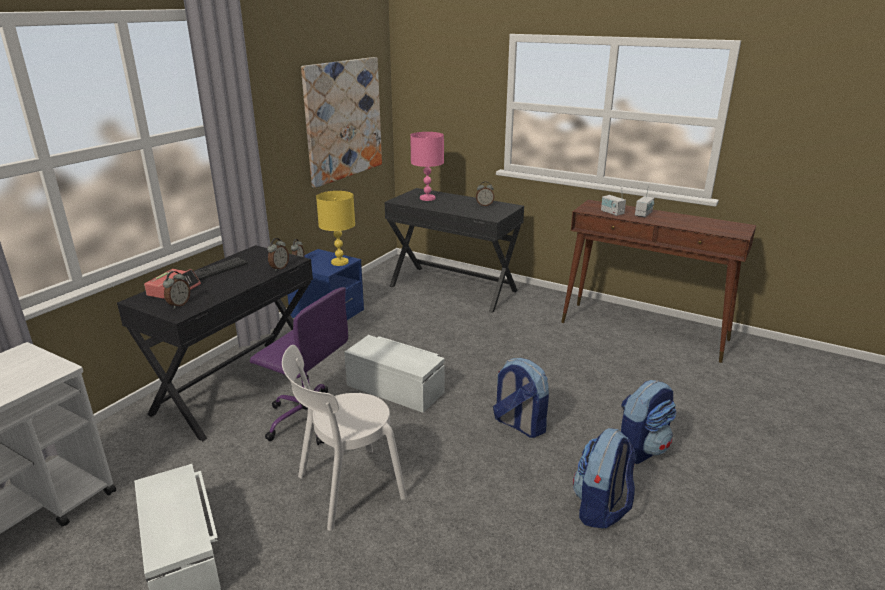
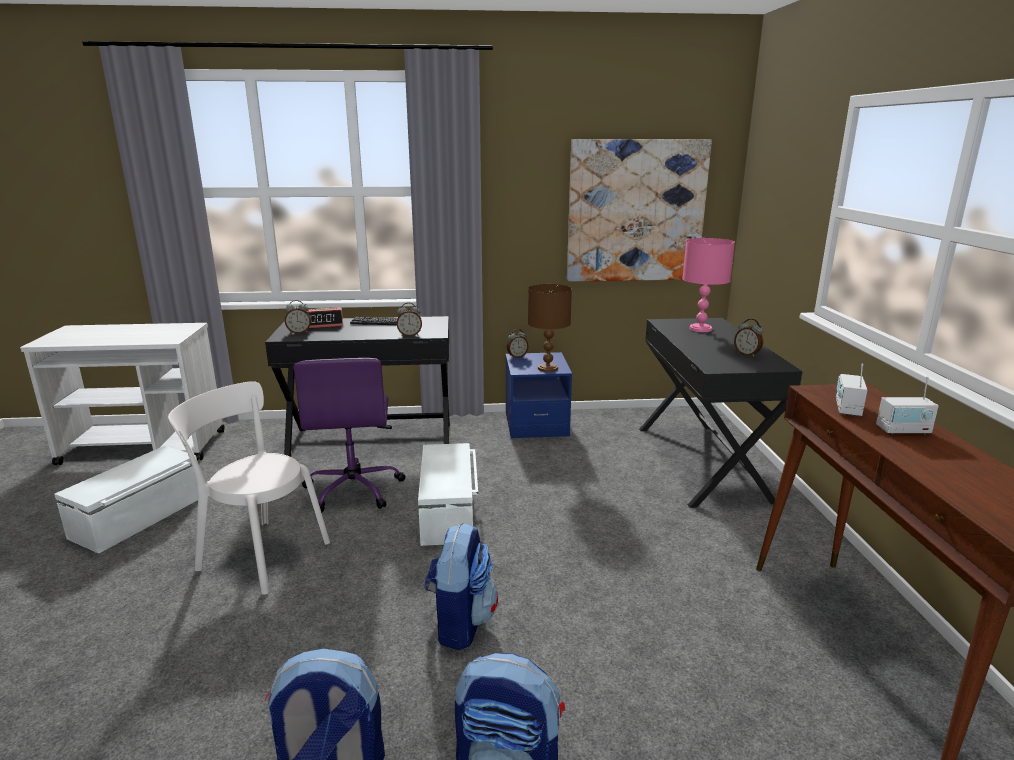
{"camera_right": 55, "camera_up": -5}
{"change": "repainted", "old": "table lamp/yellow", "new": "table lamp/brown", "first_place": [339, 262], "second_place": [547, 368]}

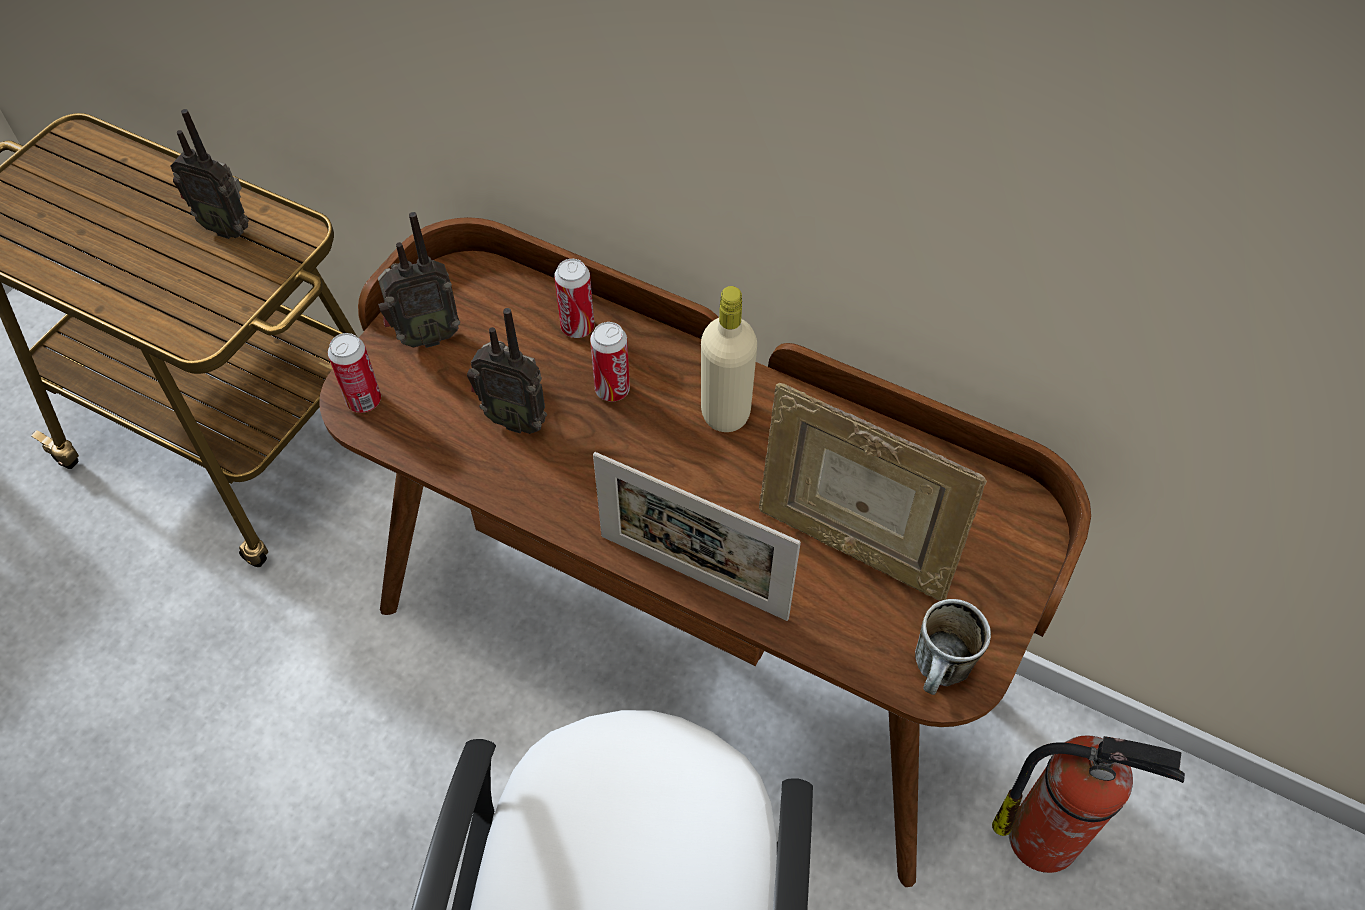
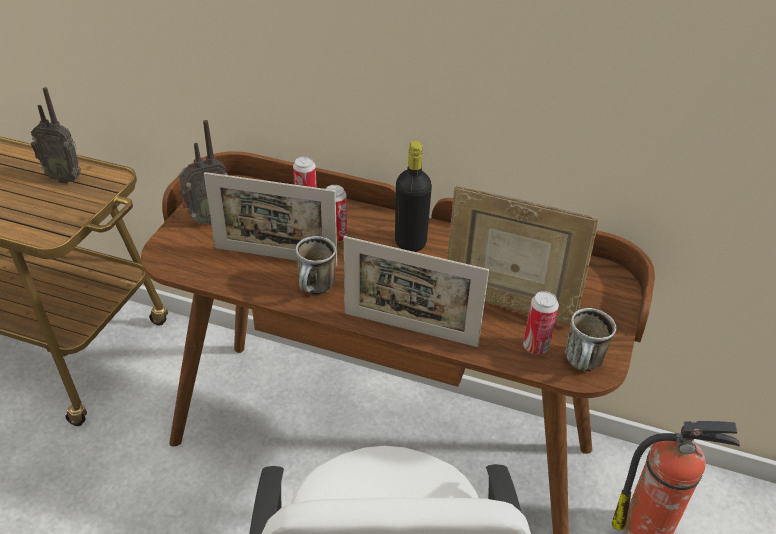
{"camera_right": -10, "camera_up": -15}
{"change": "swapped", "old": "radio", "new": "picture frame", "first_place": [516, 418], "second_place": [275, 256]}
{"change": "new", "new": "mug", "second_place": [316, 290]}
{"change": "repainted", "old": "bottle/beige", "new": "bottle/black", "first_place": [725, 413], "second_place": [410, 243]}
{"change": "shifted", "old": "can", "first_place": [364, 401], "second_place": [535, 347]}

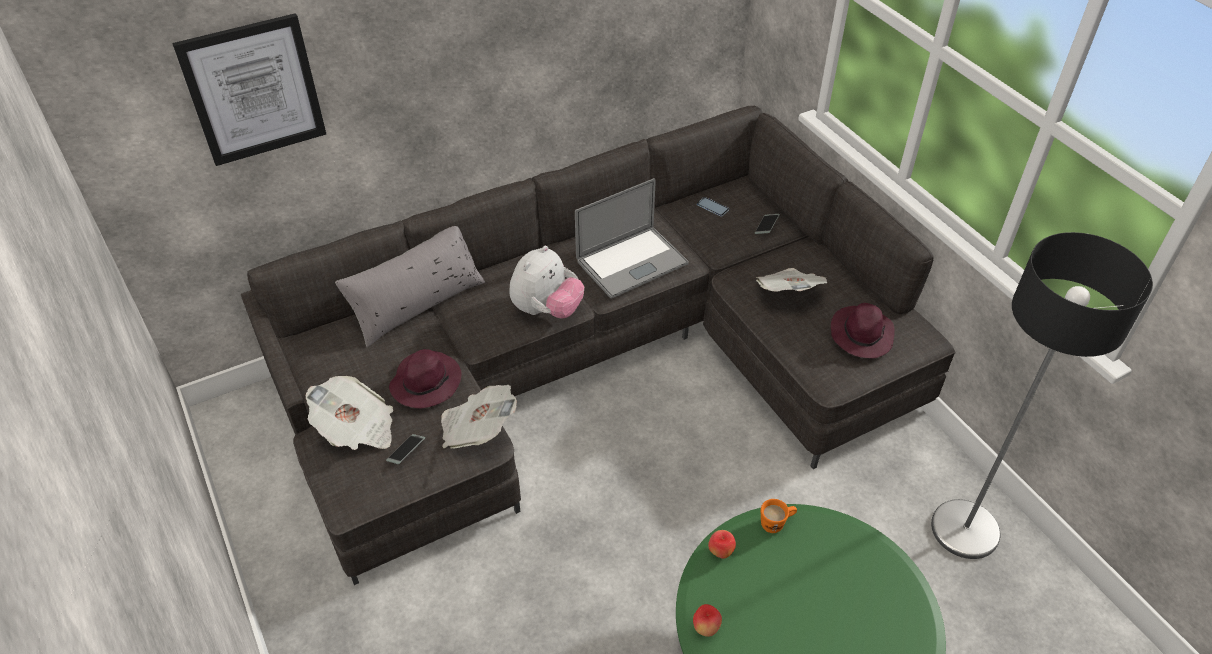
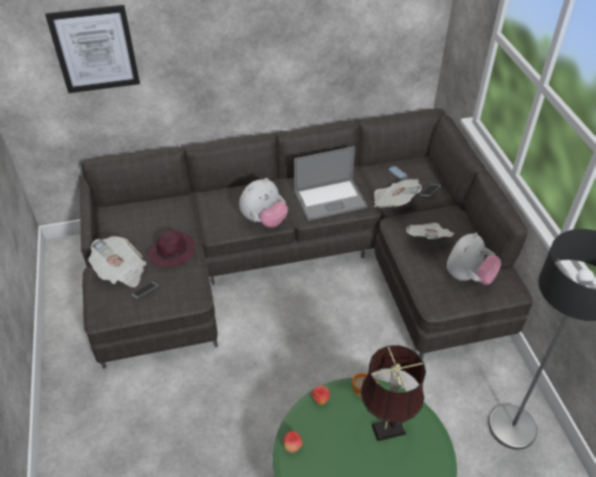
{"camera_right": 15, "camera_up": 0}
{"change": "new", "new": "table lamp/brown", "second_place": [385, 430]}
{"change": "shifted", "old": "newspaper", "first_place": [477, 430], "second_place": [394, 202]}
{"change": "swapped", "old": "hat/purple", "new": "plush toy", "first_place": [861, 334], "second_place": [468, 277]}
{"change": "gone", "old": "pillow/grey", "first_place": [417, 304]}

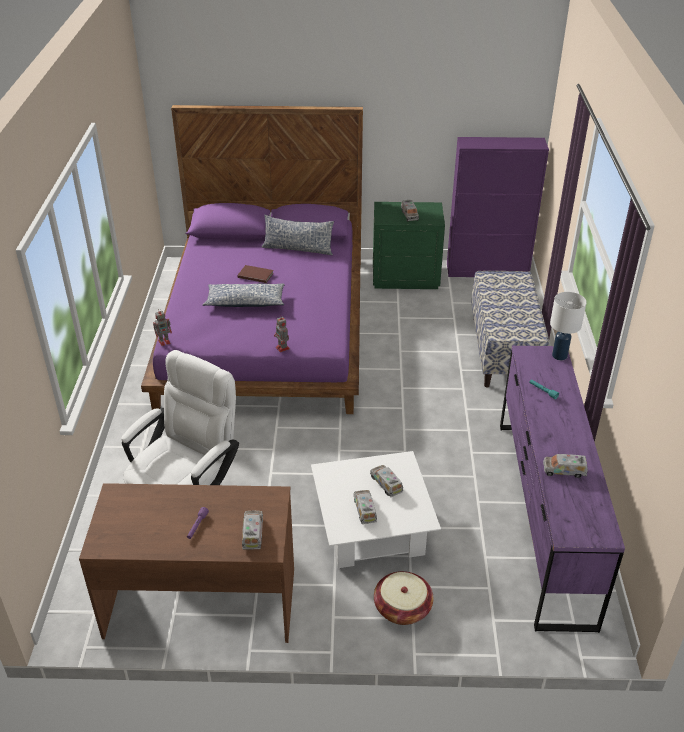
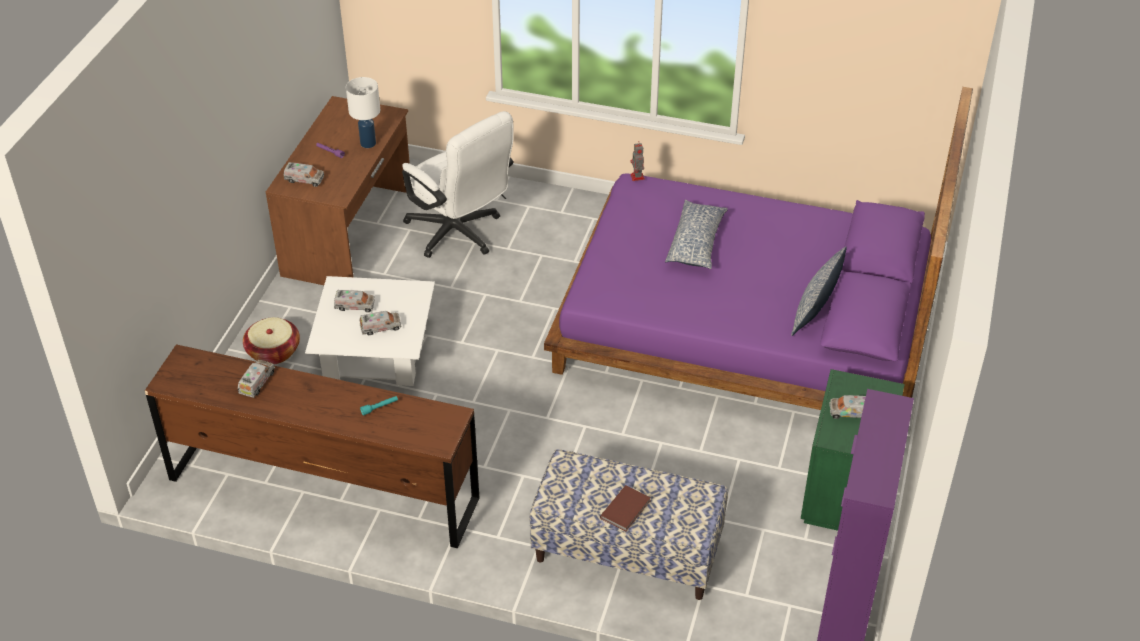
{"camera_right": 105, "camera_up": 5}
{"change": "repainted", "old": "dresser/purple", "new": "dresser/brown", "first_place": [543, 517], "second_place": [323, 488]}
{"change": "shifted", "old": "table lamp/white", "first_place": [559, 356], "second_place": [368, 143]}
{"change": "shifted", "old": "book/brown", "first_place": [255, 275], "second_place": [626, 509]}
{"change": "gone", "old": "toy robot", "first_place": [283, 348]}

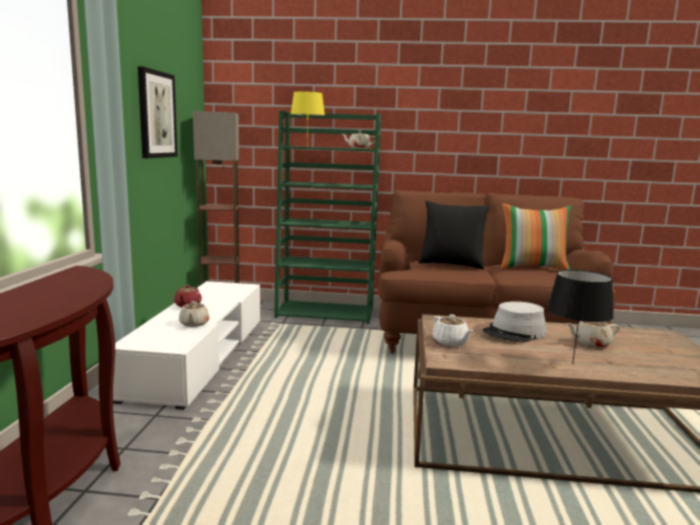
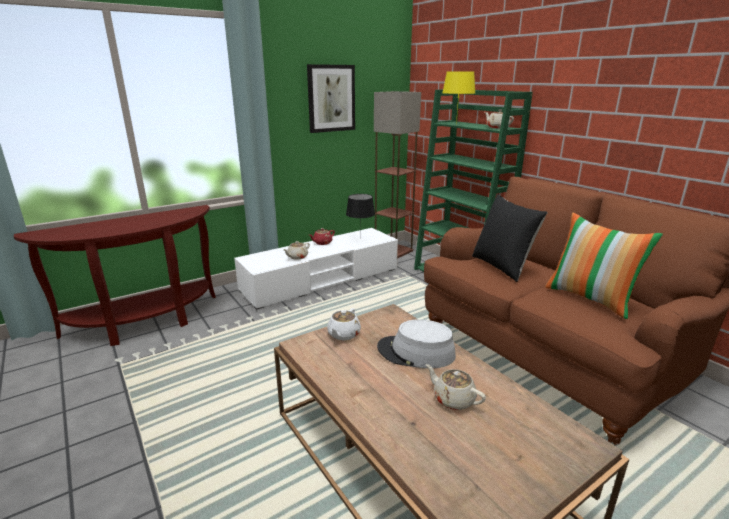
{"camera_right": 50, "camera_up": 10}
{"change": "shifted", "old": "table lamp/black", "first_place": [572, 364], "second_place": [361, 238]}

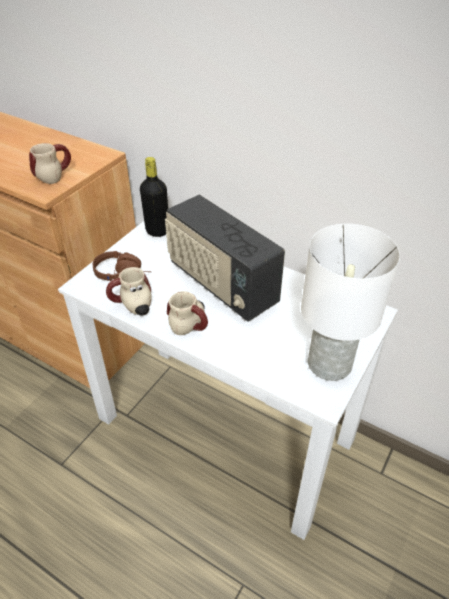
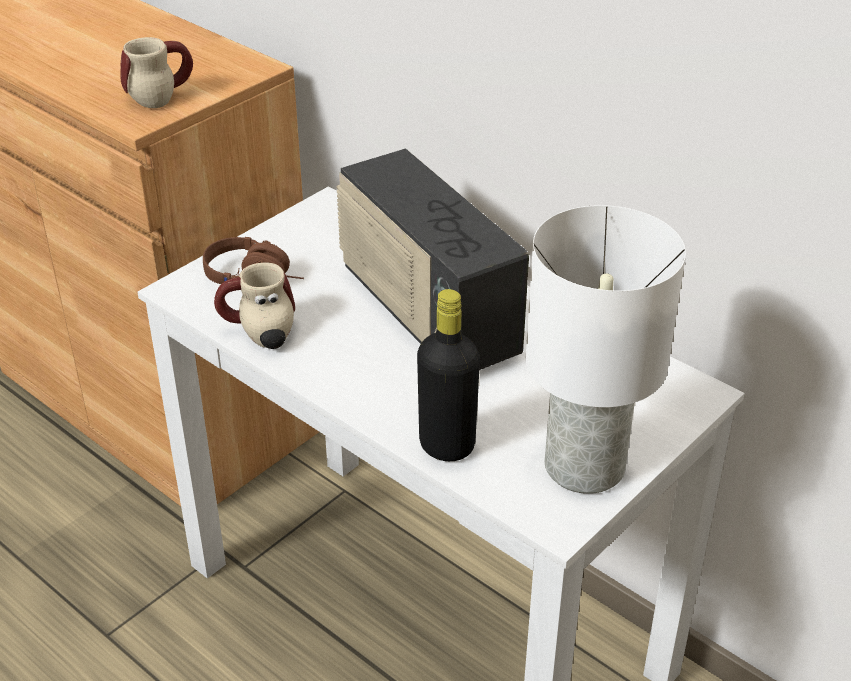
{"camera_right": 10, "camera_up": -5}
{"change": "shifted", "old": "bottle/black", "first_place": [157, 231], "second_place": [447, 445]}
{"change": "gone", "old": "mug", "first_place": [193, 324]}

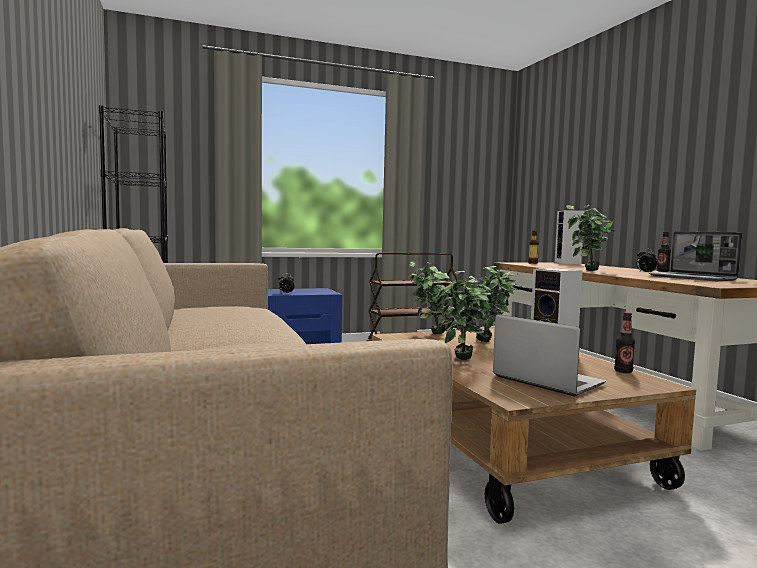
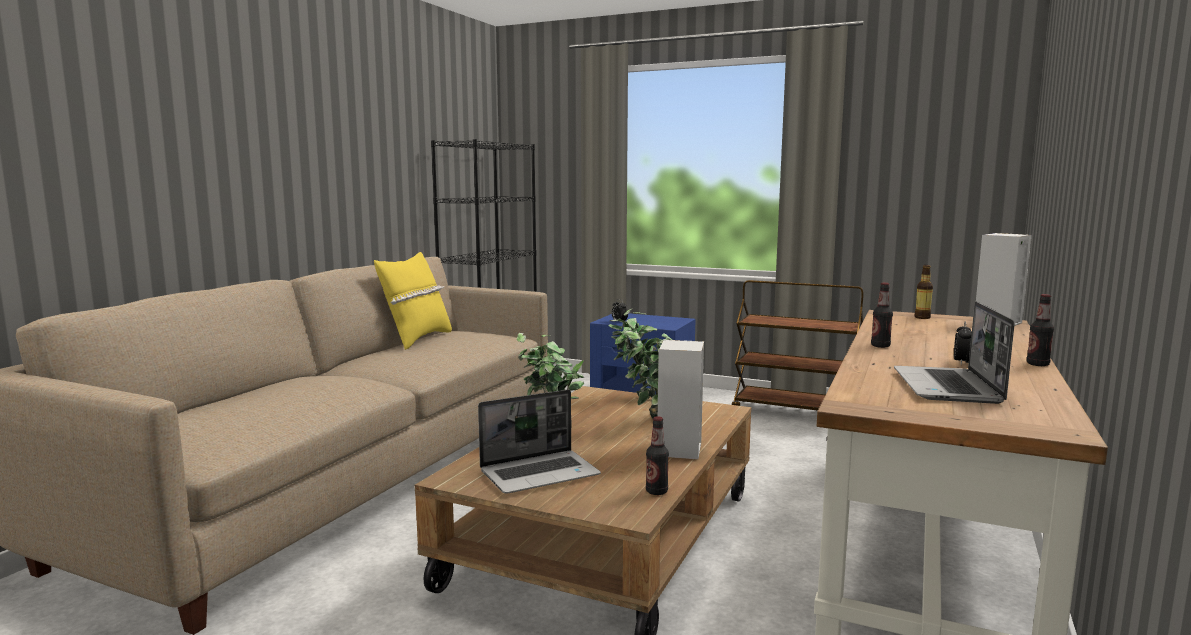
{"camera_right": 45, "camera_up": 5}
{"change": "new", "new": "pillow/yellow", "second_place": [416, 339]}
{"change": "rotated", "old": "laptop", "first_place": [545, 381], "second_place": [540, 473], "degrees": 60}
{"change": "swapped", "old": "potted plant", "new": "bottle", "first_place": [587, 271], "second_place": [880, 346]}

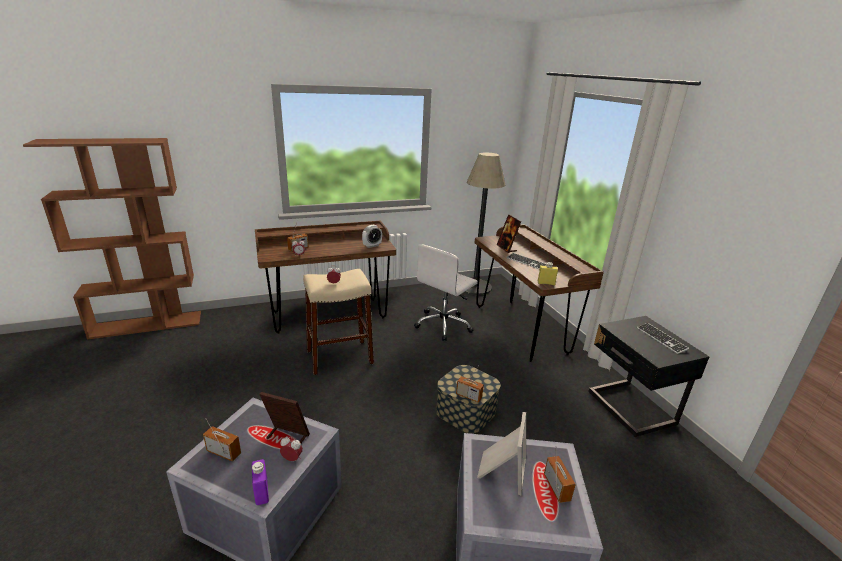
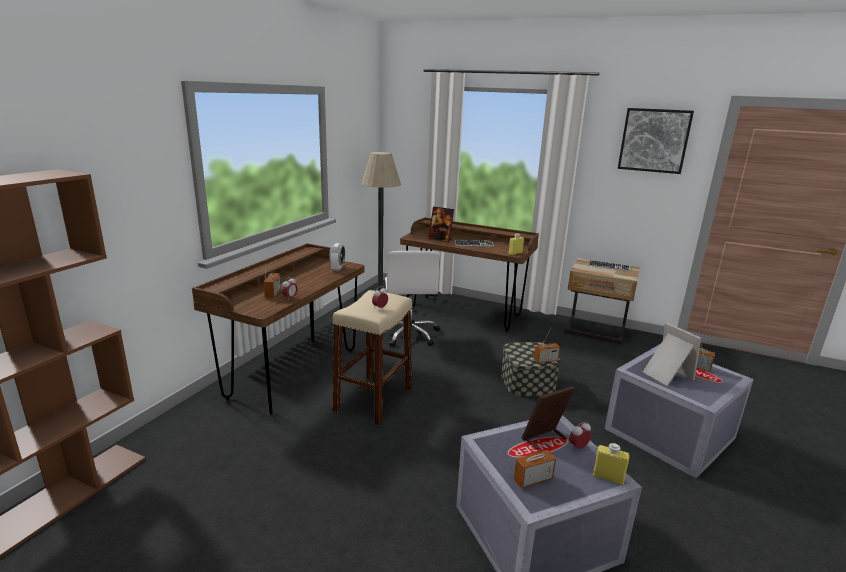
{"camera_right": -45, "camera_up": -5}
{"change": "repainted", "old": "nightstand/black", "new": "nightstand/beige", "first_place": [629, 409], "second_place": [595, 332]}
{"change": "repainted", "old": "bottle/purple", "new": "bottle/yellow", "first_place": [261, 492], "second_place": [608, 477]}
{"change": "new", "new": "picture", "second_place": [654, 140]}

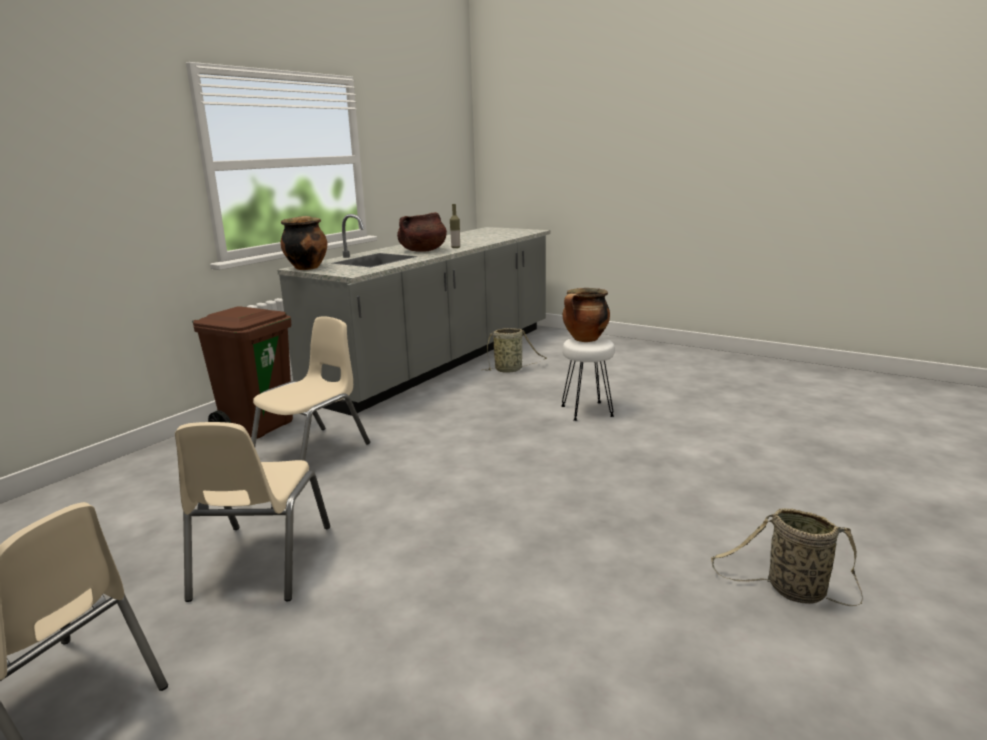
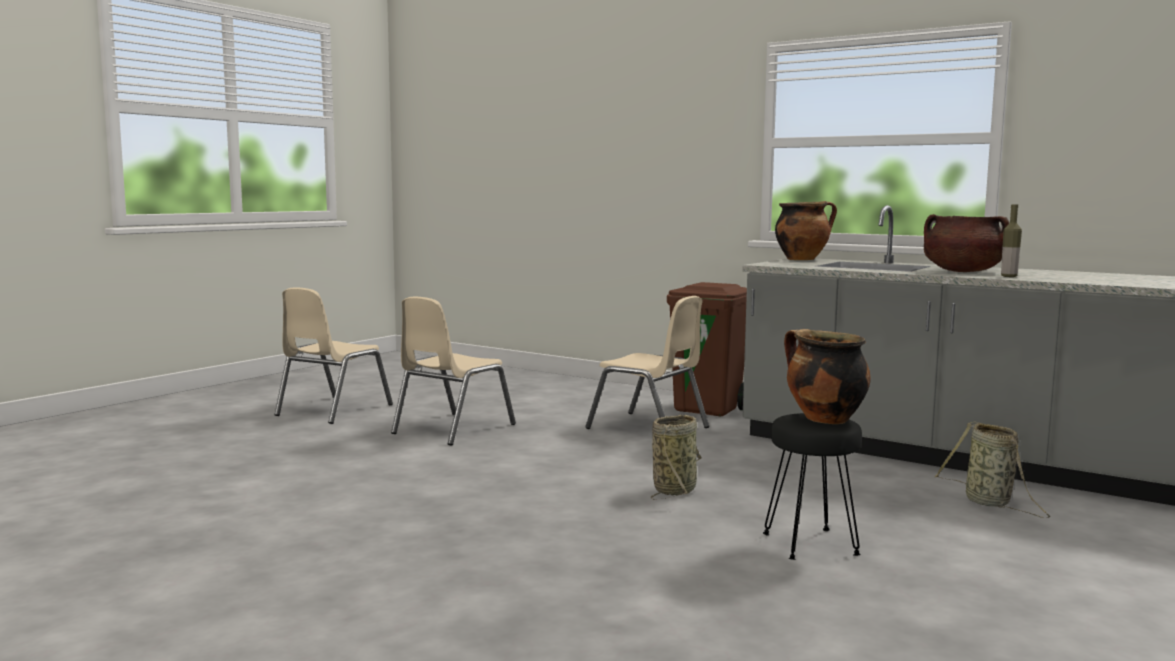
{"camera_right": 90, "camera_up": -10}
{"change": "rotated", "old": "chair/beige", "first_place": [260, 562], "second_place": [452, 429], "degrees": -60}
{"change": "shifted", "old": "basket", "first_place": [791, 591], "second_place": [676, 489]}
{"change": "repainted", "old": "stool/white", "new": "stool/black", "first_place": [587, 411], "second_place": [811, 544]}

